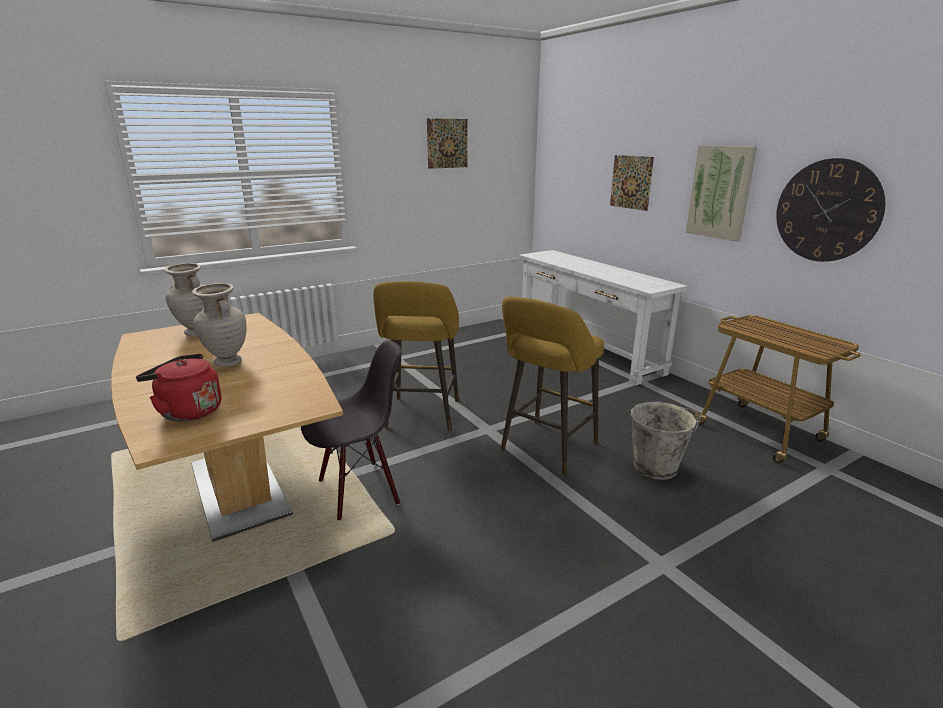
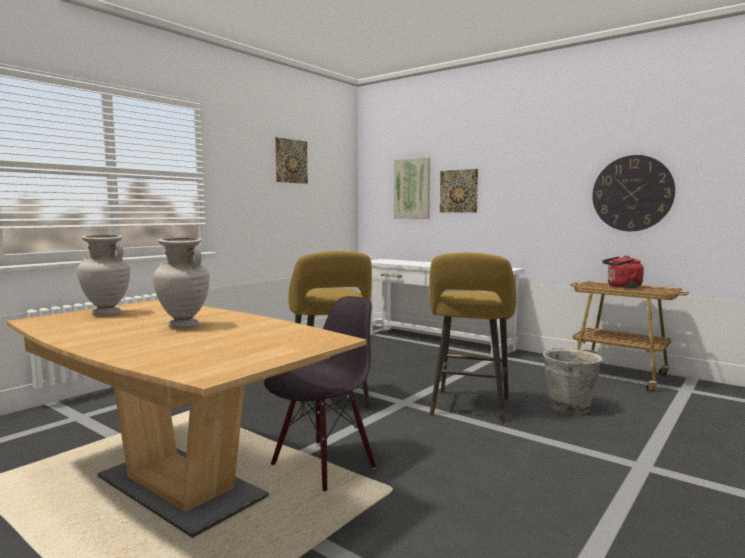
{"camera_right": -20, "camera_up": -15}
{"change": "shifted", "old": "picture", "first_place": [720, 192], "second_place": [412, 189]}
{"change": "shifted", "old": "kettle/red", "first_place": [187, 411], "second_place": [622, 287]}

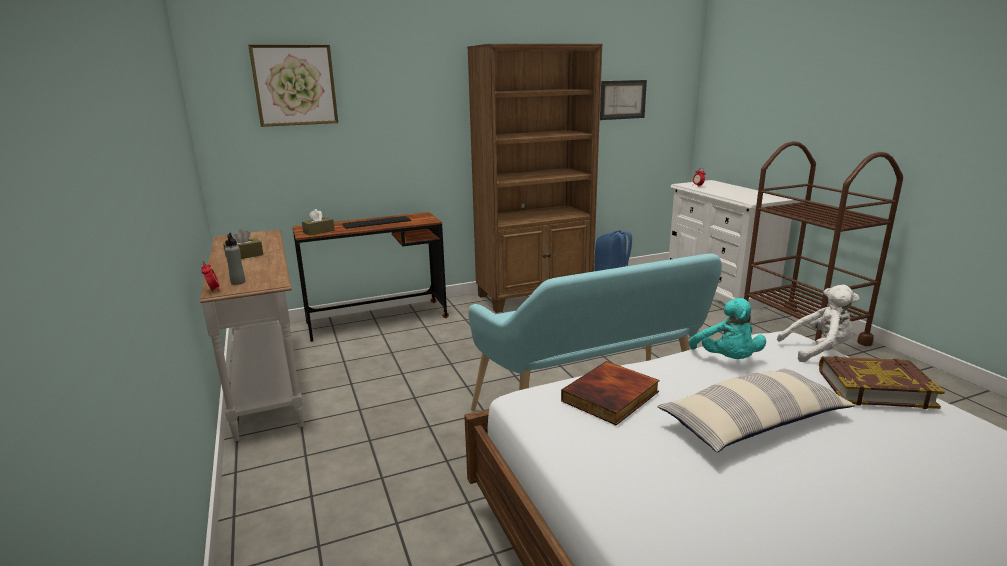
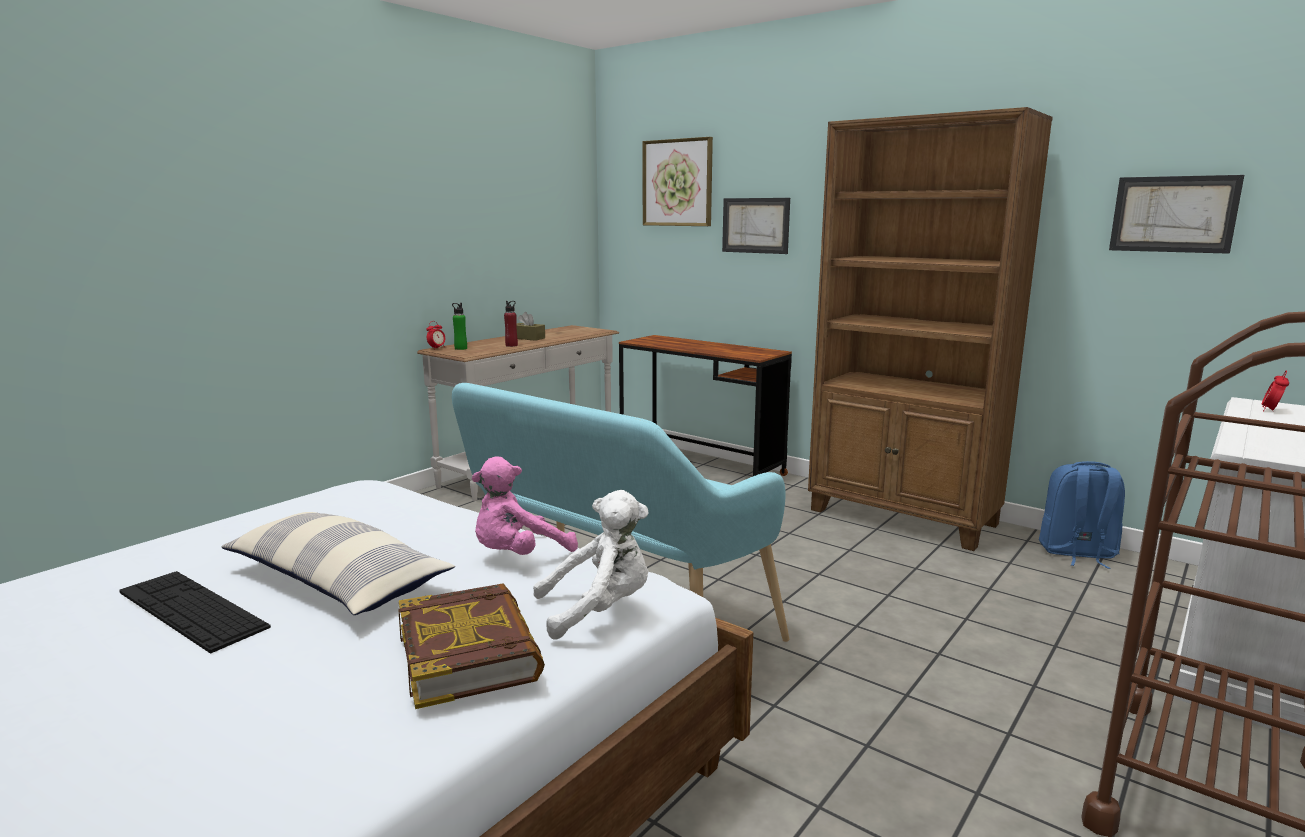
{"camera_right": 60, "camera_up": -5}
{"change": "shifted", "old": "keyboard", "first_place": [377, 222], "second_place": [192, 609]}
{"change": "repainted", "old": "bottle/grey", "new": "bottle/green", "first_place": [238, 282], "second_place": [460, 348]}
{"change": "repainted", "old": "plush toy/turquoise", "new": "plush toy/pink", "first_place": [727, 360], "second_place": [518, 555]}
{"change": "new", "new": "bottle/red", "second_place": [511, 345]}
{"change": "rotated", "old": "plush toy/white", "first_place": [818, 350], "second_place": [599, 610], "degrees": -75}
{"change": "new", "new": "picture", "second_place": [755, 225]}
{"change": "gone", "old": "tissue box/brown", "first_place": [319, 231]}
{"change": "gone", "old": "book", "first_place": [611, 397]}

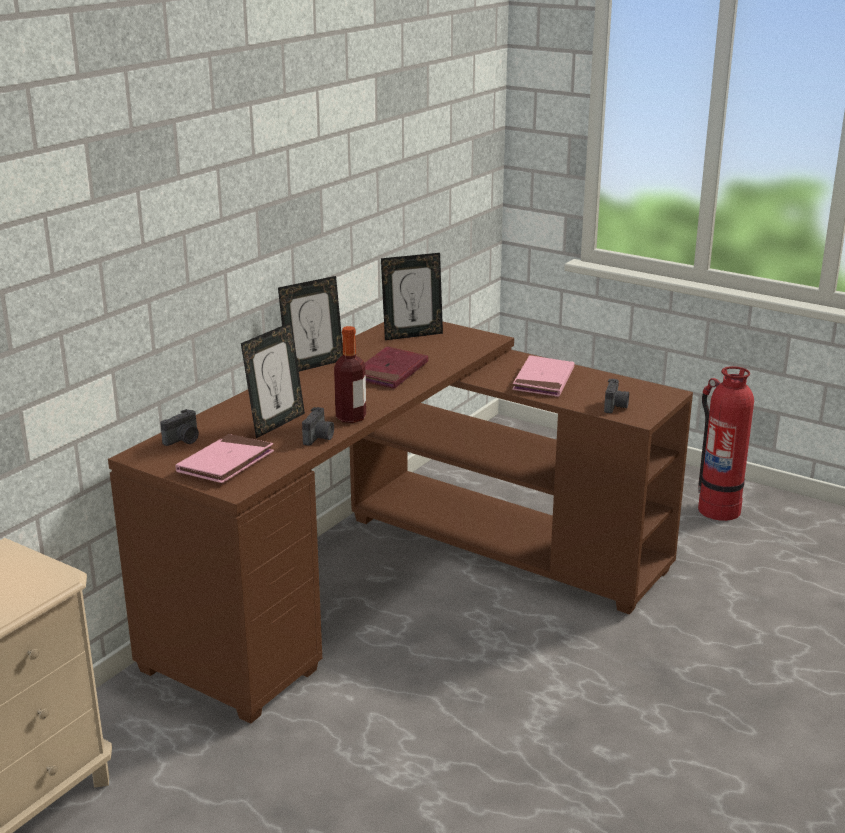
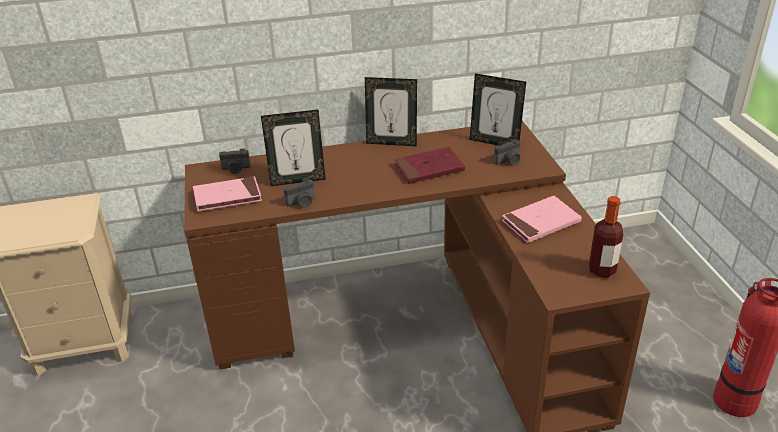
{"camera_right": 45, "camera_up": 10}
{"change": "shifted", "old": "photo camera", "first_place": [616, 406], "second_place": [508, 161]}
{"change": "shifted", "old": "bottle", "first_place": [351, 417], "second_place": [602, 270]}

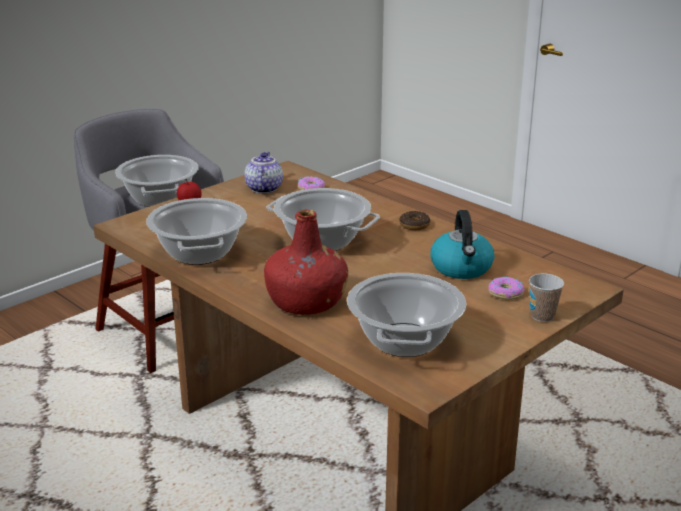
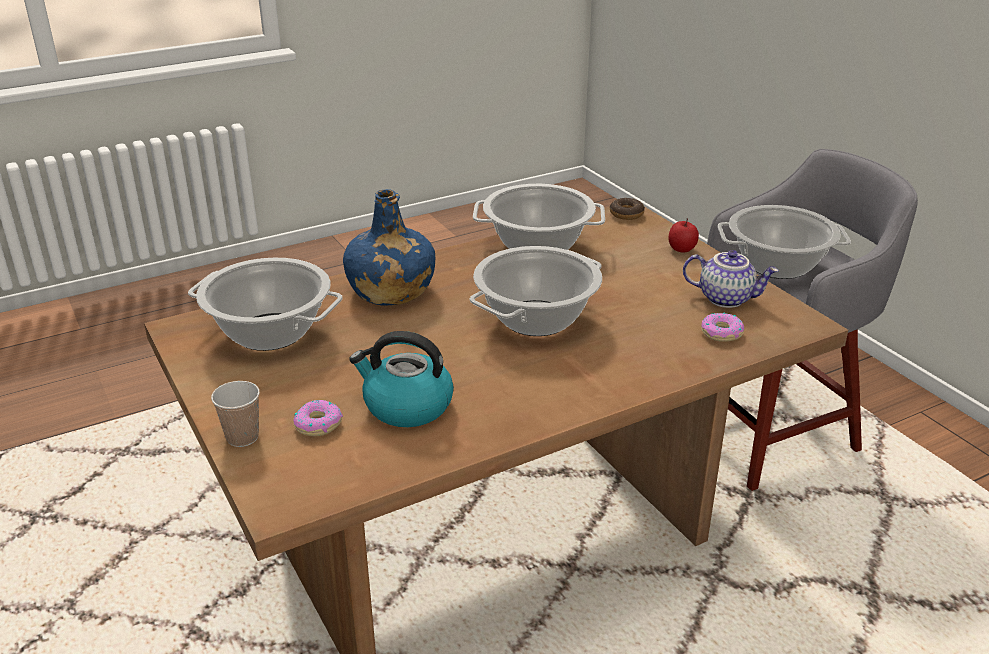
{"camera_right": 105, "camera_up": 5}
{"change": "repainted", "old": "bottle/red", "new": "bottle/blue", "first_place": [307, 301], "second_place": [390, 291]}
{"change": "shifted", "old": "donut", "first_place": [414, 225], "second_place": [626, 214]}

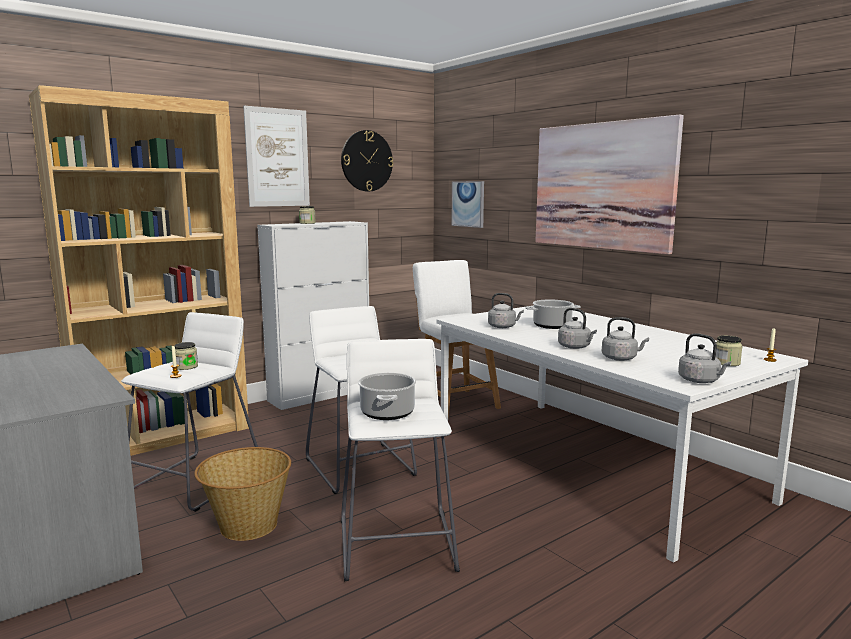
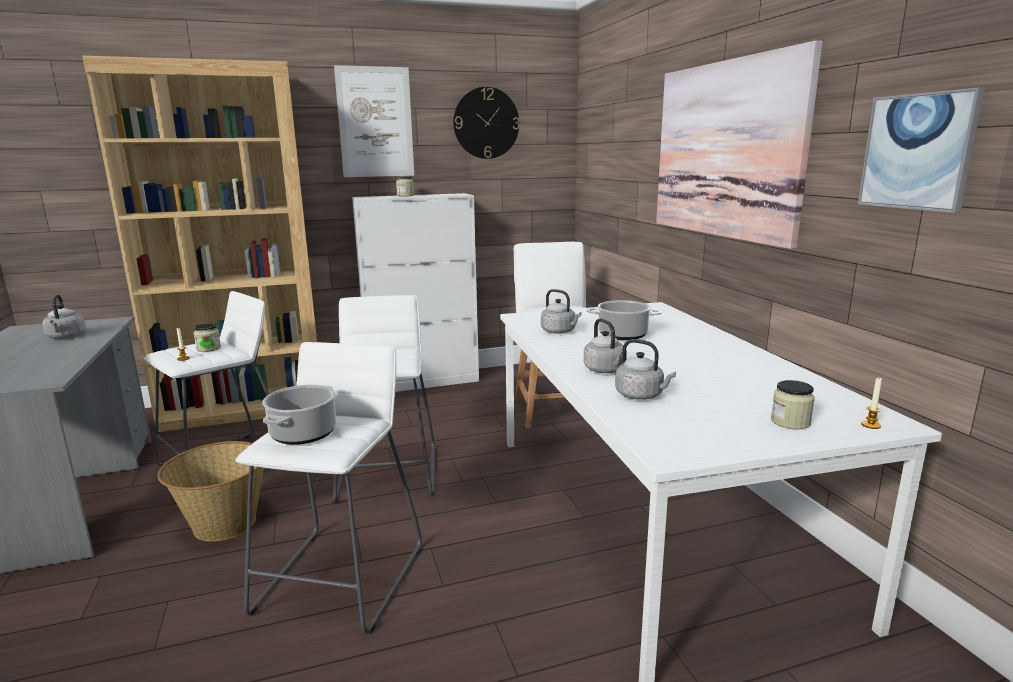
{"camera_right": 20, "camera_up": 5}
{"change": "shifted", "old": "kettle/grey", "first_place": [700, 381], "second_place": [66, 337]}
{"change": "shifted", "old": "picture", "first_place": [468, 204], "second_place": [917, 152]}

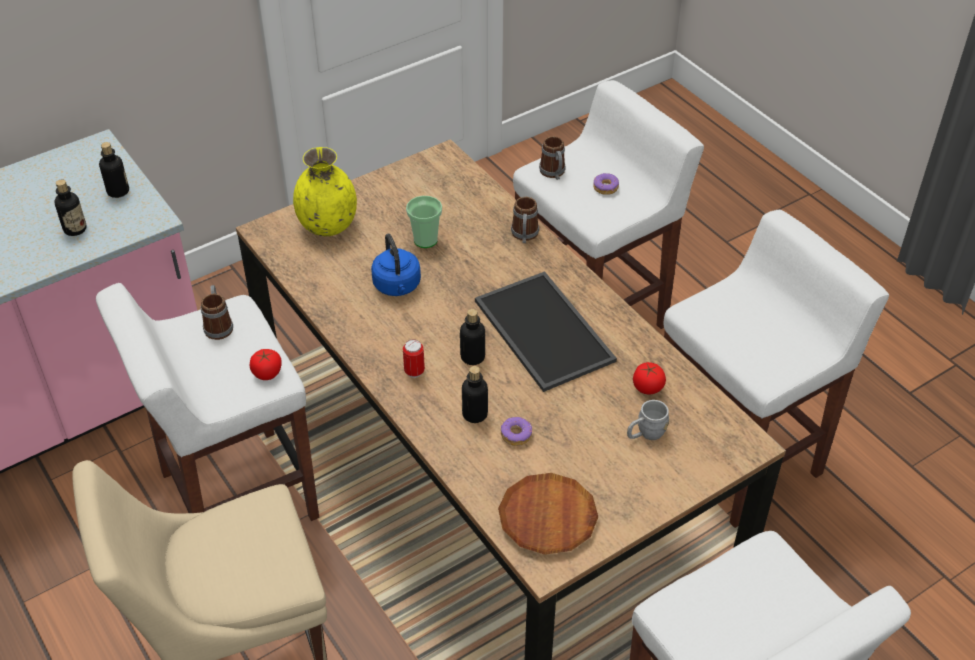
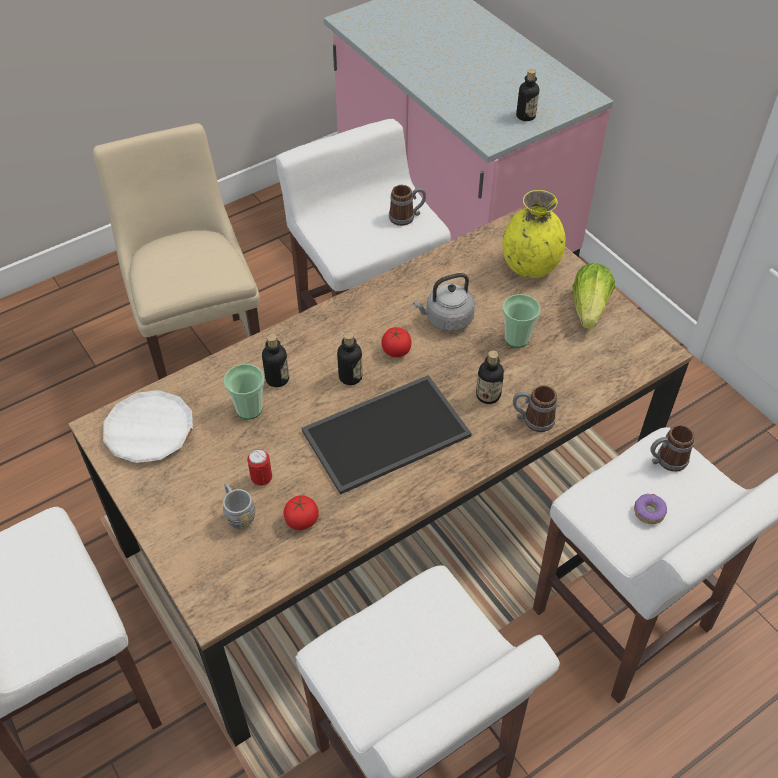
{"camera_right": 90, "camera_up": 5}
{"change": "repainted", "old": "plate/brown", "new": "plate/white", "first_place": [547, 518], "second_place": [149, 430]}
{"change": "swapped", "old": "donut", "new": "cup", "first_place": [516, 435], "second_place": [249, 409]}
{"change": "shifted", "old": "can", "first_place": [414, 371], "second_place": [262, 479]}
{"change": "shifted", "old": "tomato", "first_place": [267, 373], "second_place": [396, 351]}
{"change": "repainted", "old": "kettle/blue", "new": "kettle/grey", "first_place": [397, 286], "second_place": [446, 320]}
{"change": "shifted", "old": "bottle", "first_place": [75, 229], "second_place": [488, 395]}
{"change": "new", "new": "lettuce", "second_place": [589, 308]}

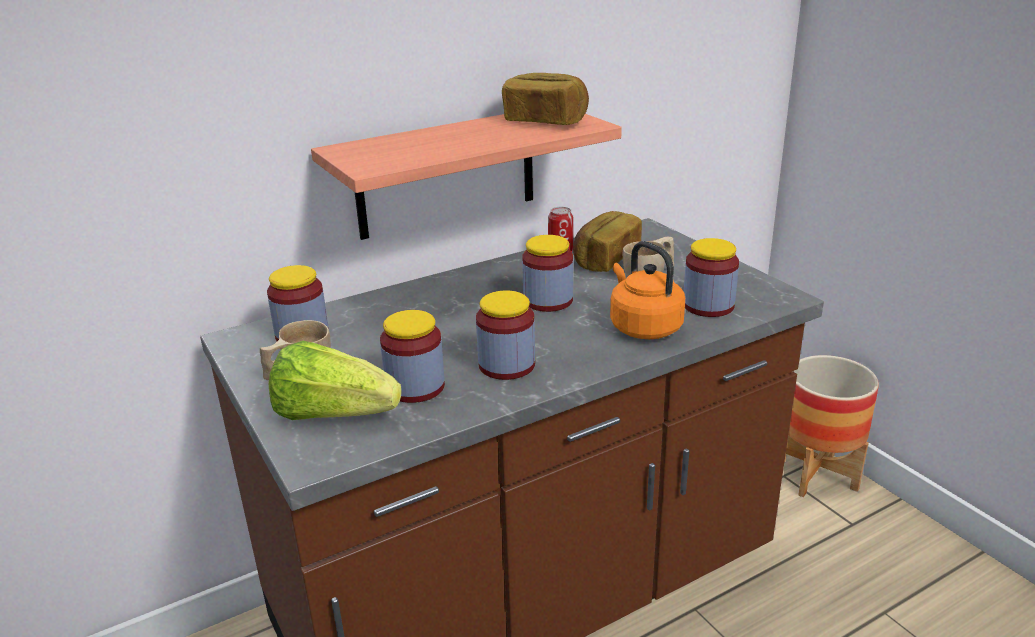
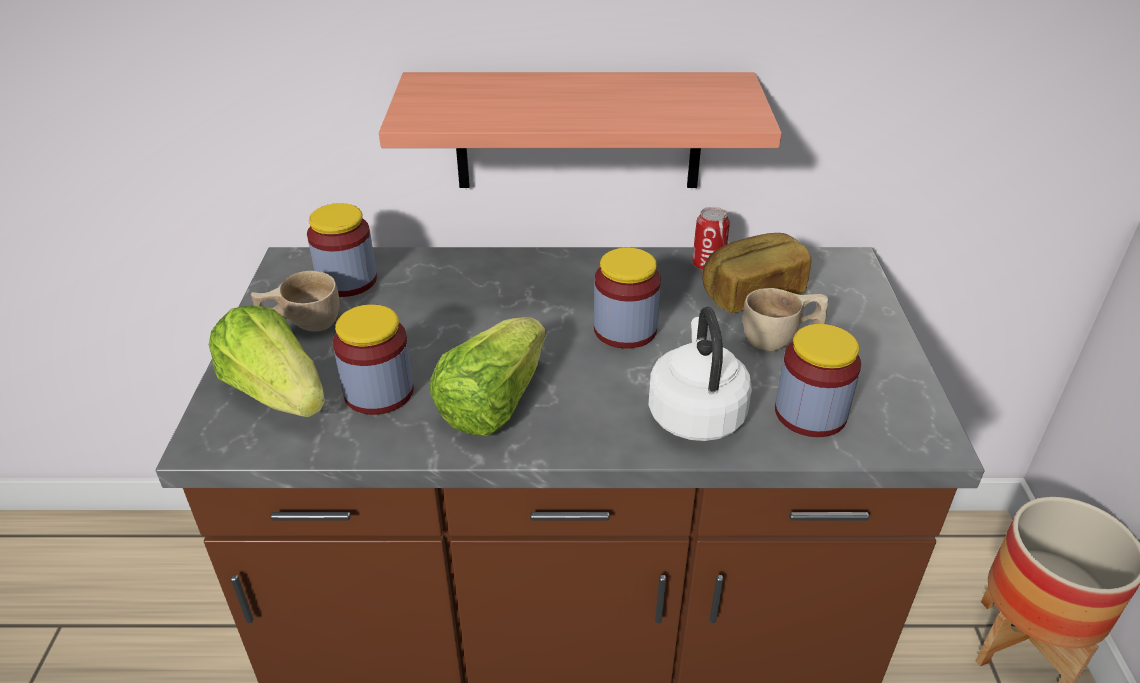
{"camera_right": 30, "camera_up": 10}
{"change": "swapped", "old": "jar", "new": "lettuce", "first_place": [506, 365], "second_place": [493, 403]}
{"change": "repainted", "old": "kettle/orange", "new": "kettle/white", "first_place": [643, 327], "second_place": [695, 413]}
{"change": "gone", "old": "bread", "first_place": [545, 121]}

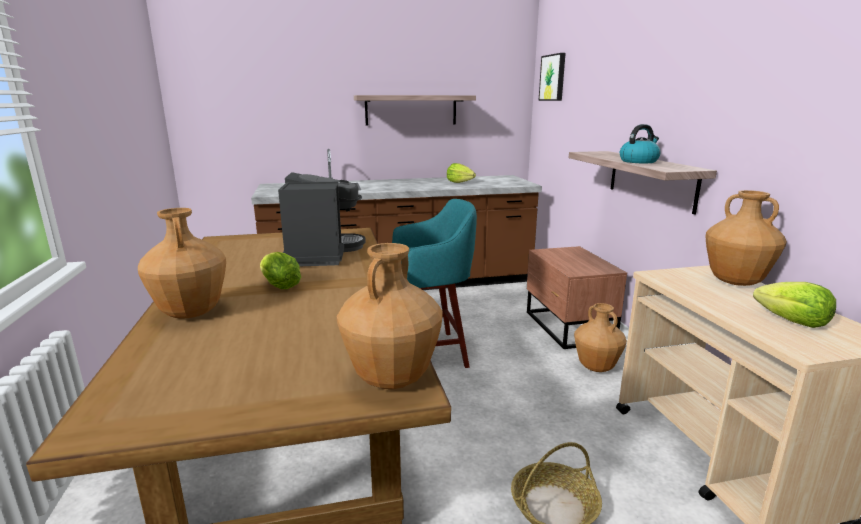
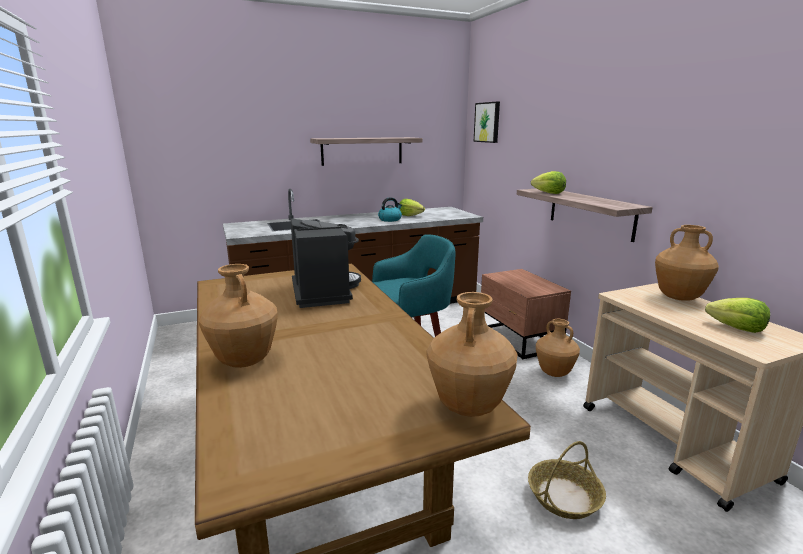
{"camera_right": -10, "camera_up": 0}
{"change": "shifted", "old": "kettle", "first_place": [638, 161], "second_place": [390, 219]}
{"change": "shifted", "old": "lettuce", "first_place": [279, 285], "second_place": [548, 193]}

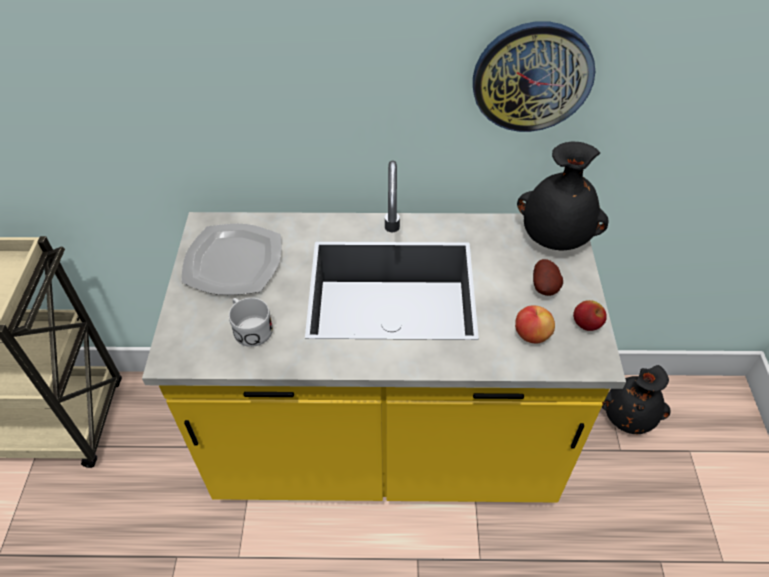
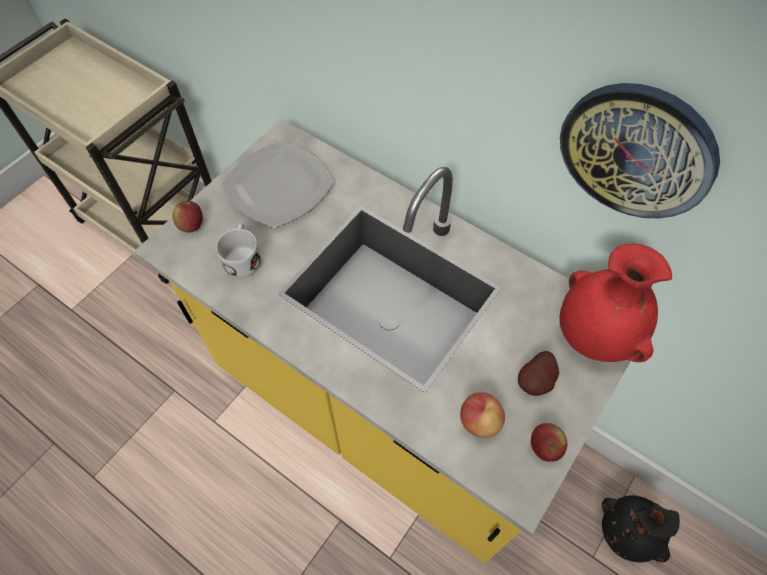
{"camera_right": 35, "camera_up": 10}
{"change": "new", "new": "apple", "second_place": [191, 225]}
{"change": "repainted", "old": "vase/black", "new": "vase/red", "first_place": [555, 238], "second_place": [594, 334]}

